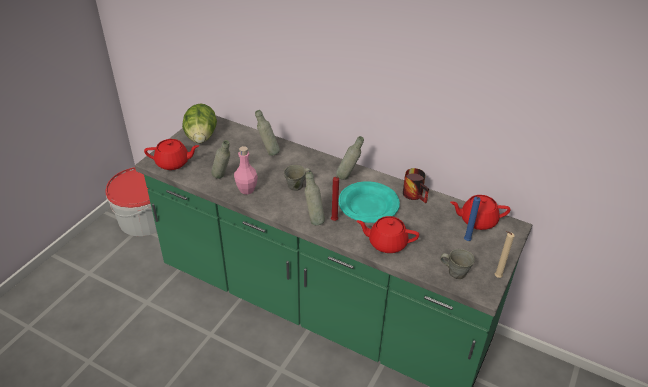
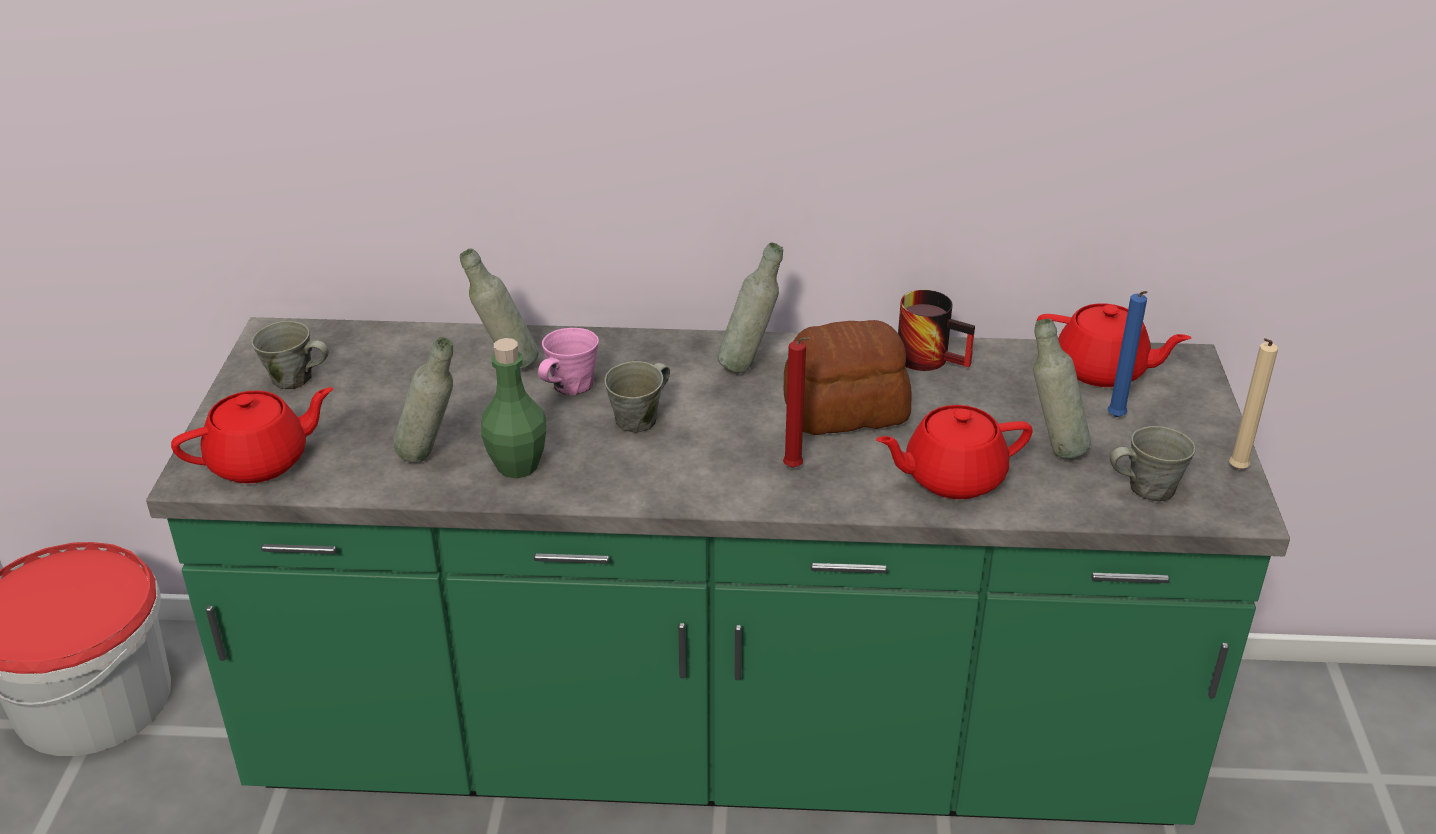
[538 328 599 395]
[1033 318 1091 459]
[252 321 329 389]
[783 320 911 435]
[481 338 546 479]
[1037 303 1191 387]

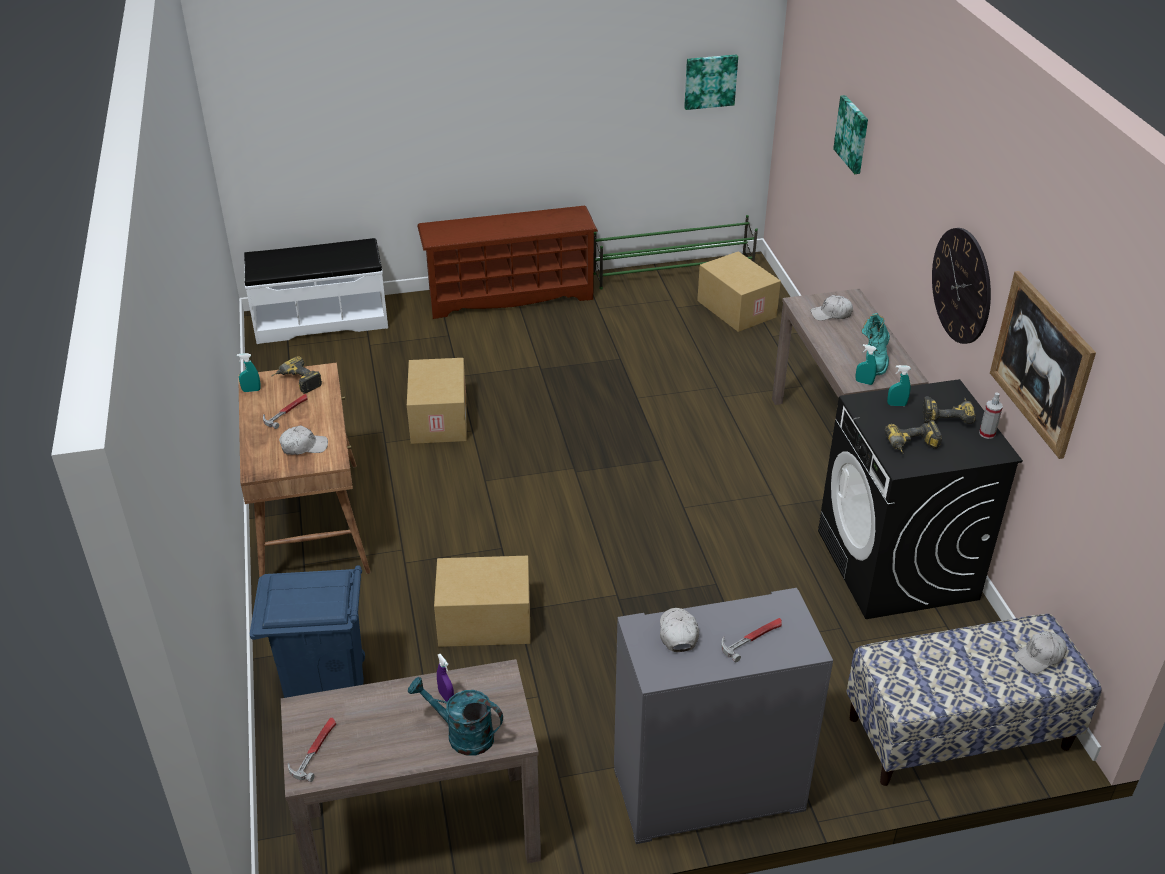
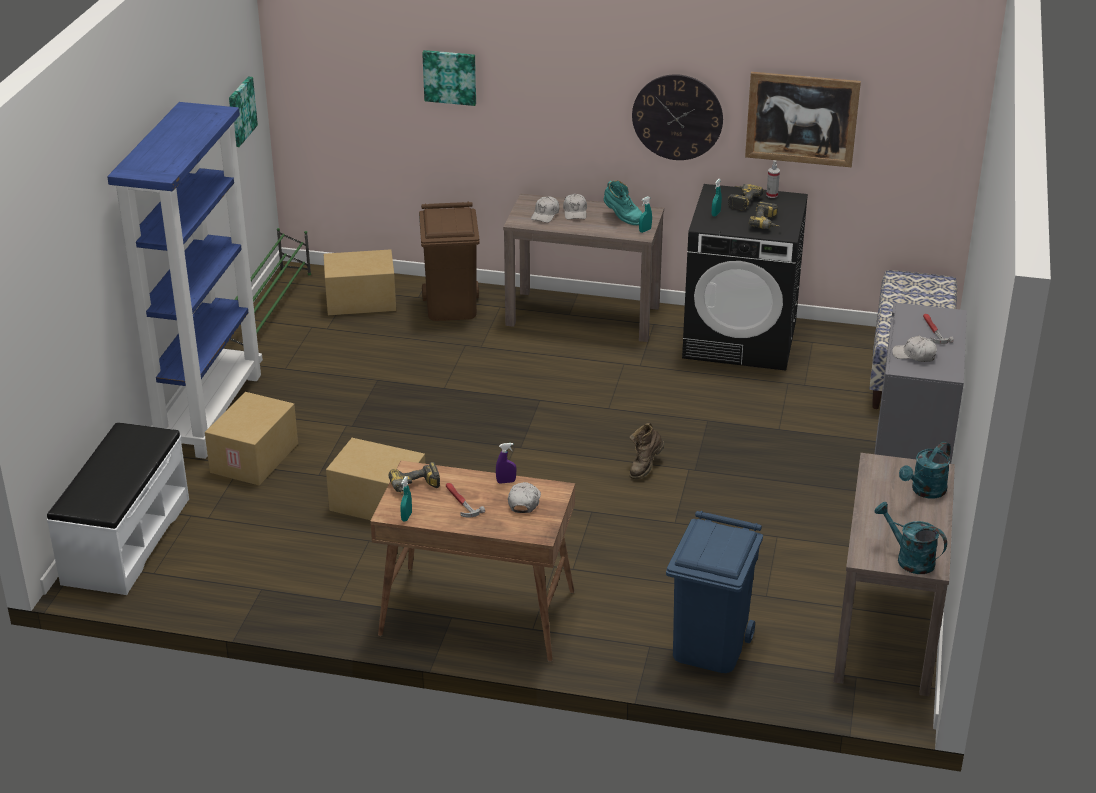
[419 202 480 321]
[630 423 665 479]
[205 392 298 486]
[496 443 516 484]
[563 194 587 220]
[874 502 947 574]
[107 102 263 459]

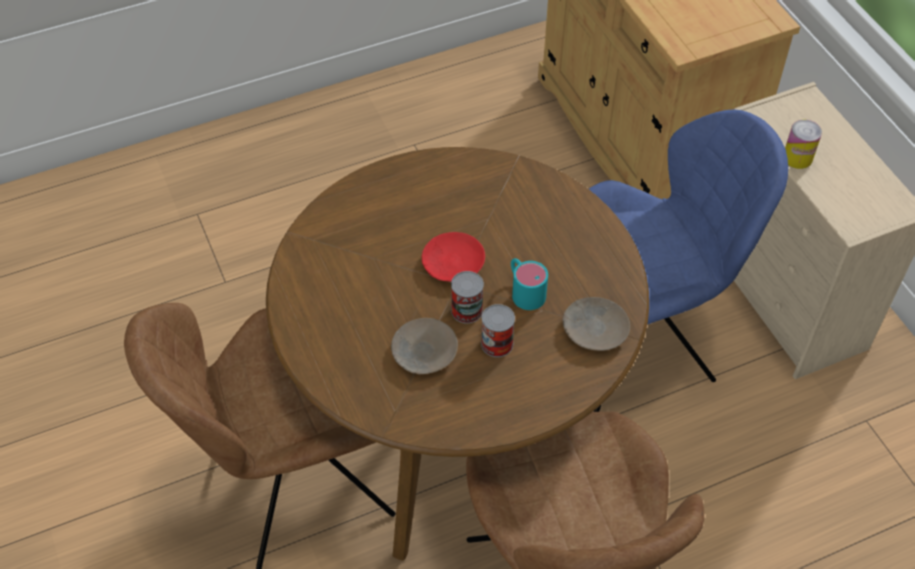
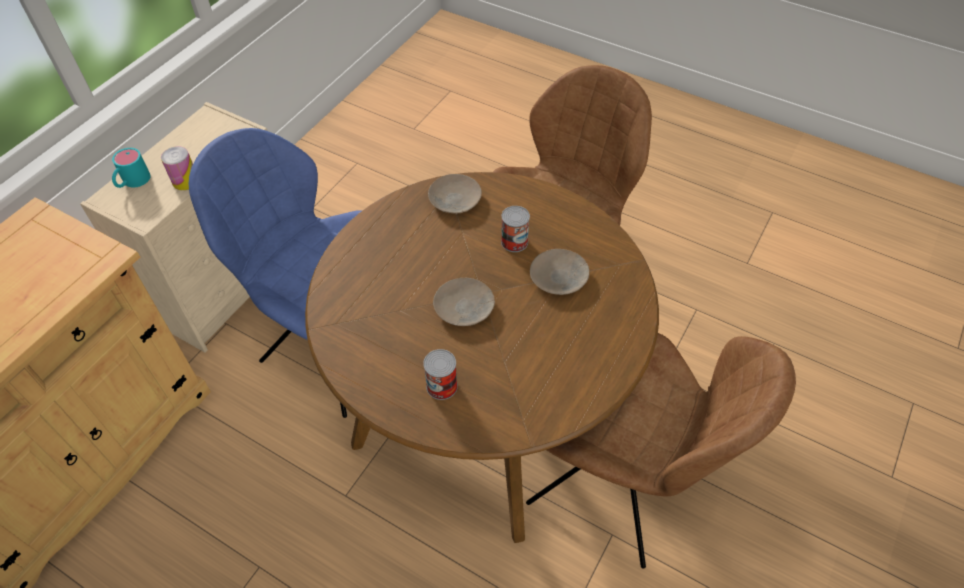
[423 349 458 400]
[112 148 151 188]
[433 278 495 326]

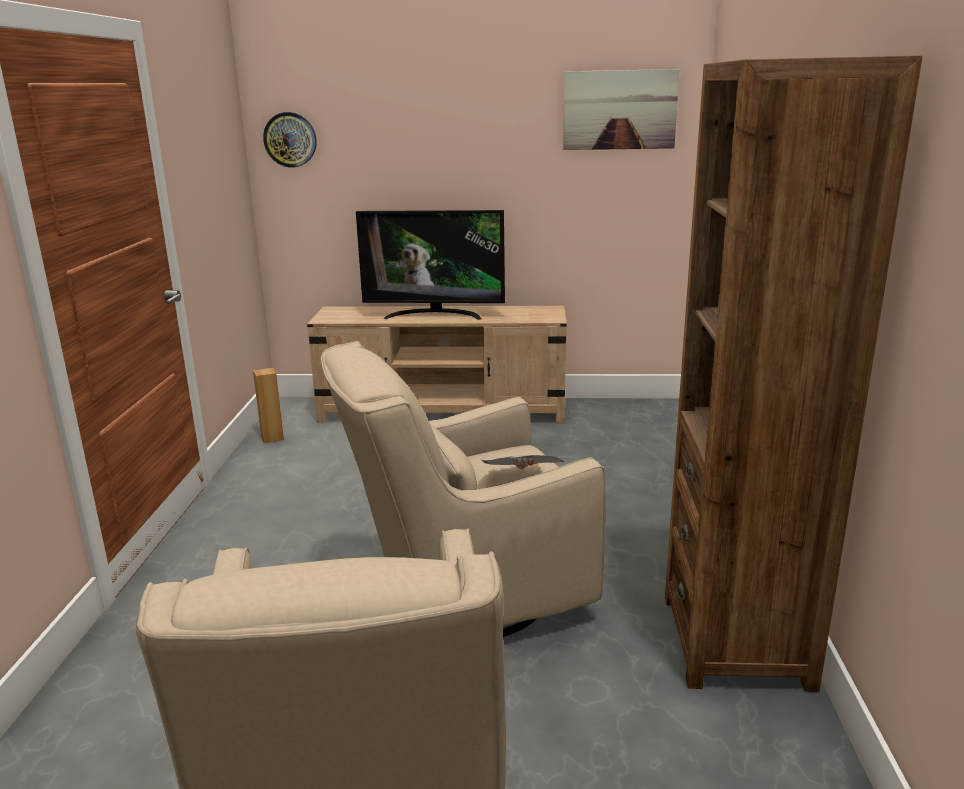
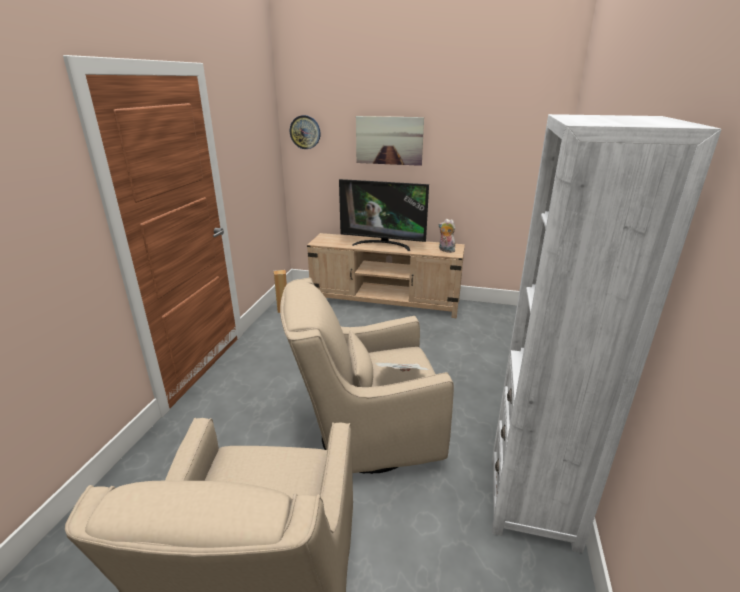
[439 219 455 253]
[356 116 424 166]
[492 114 721 553]

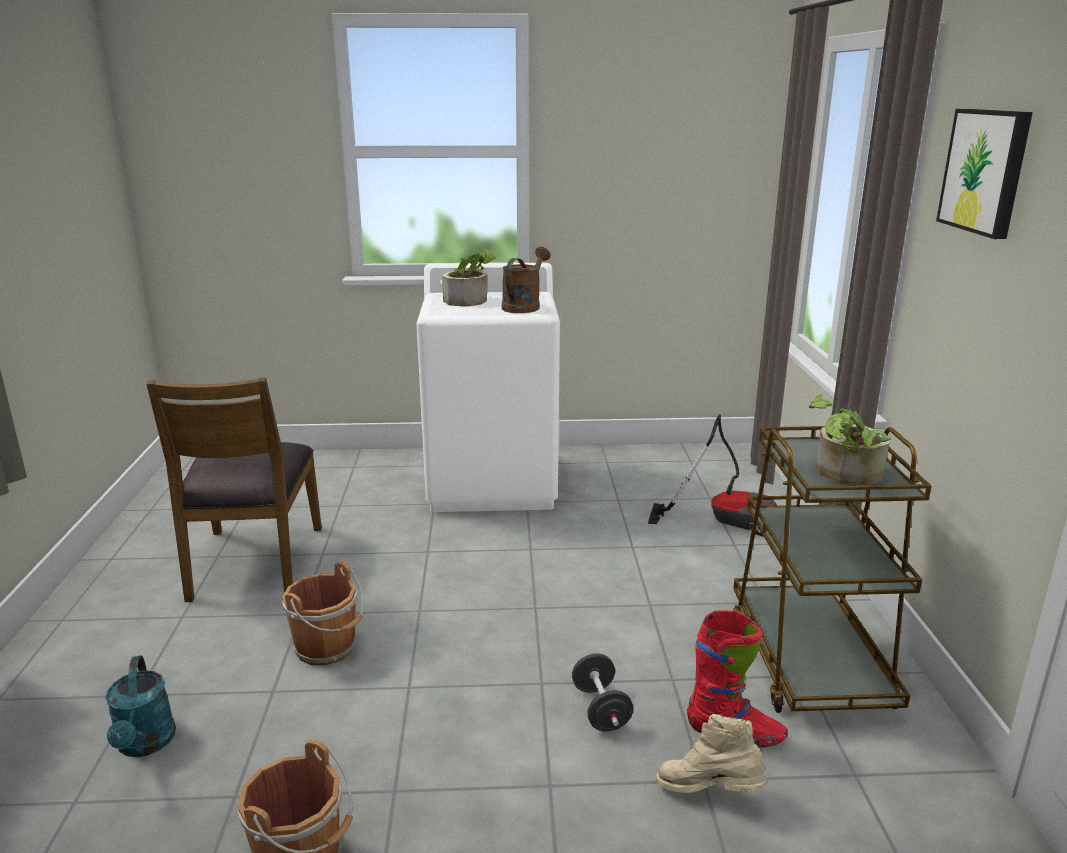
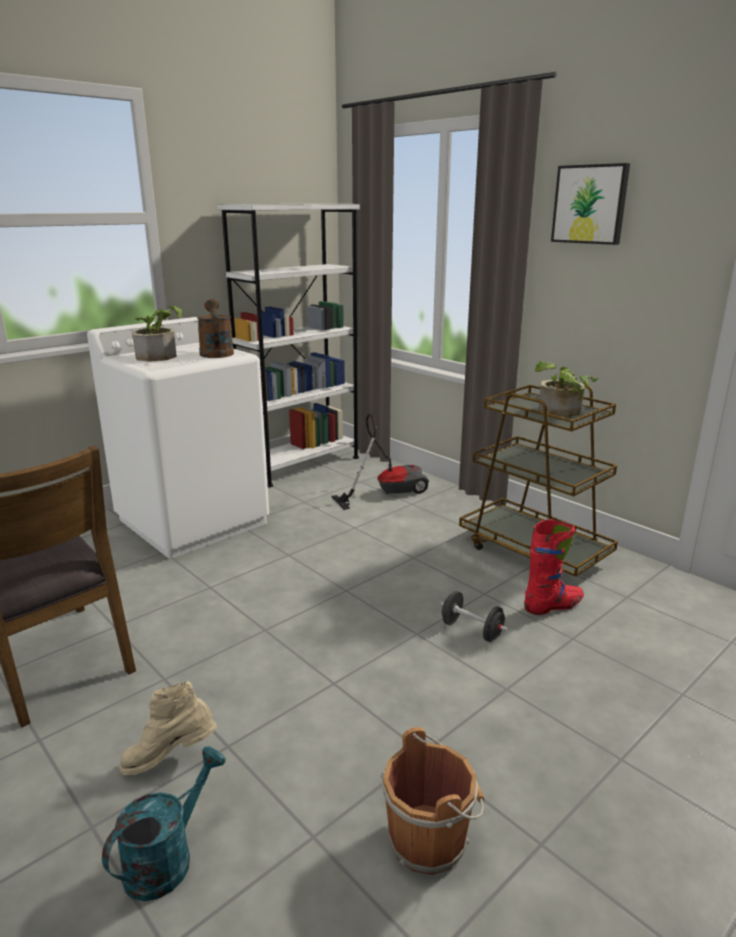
[282 562 364 665] (first image)
[217 204 360 487]
[119 681 217 775]
[102 746 226 901]

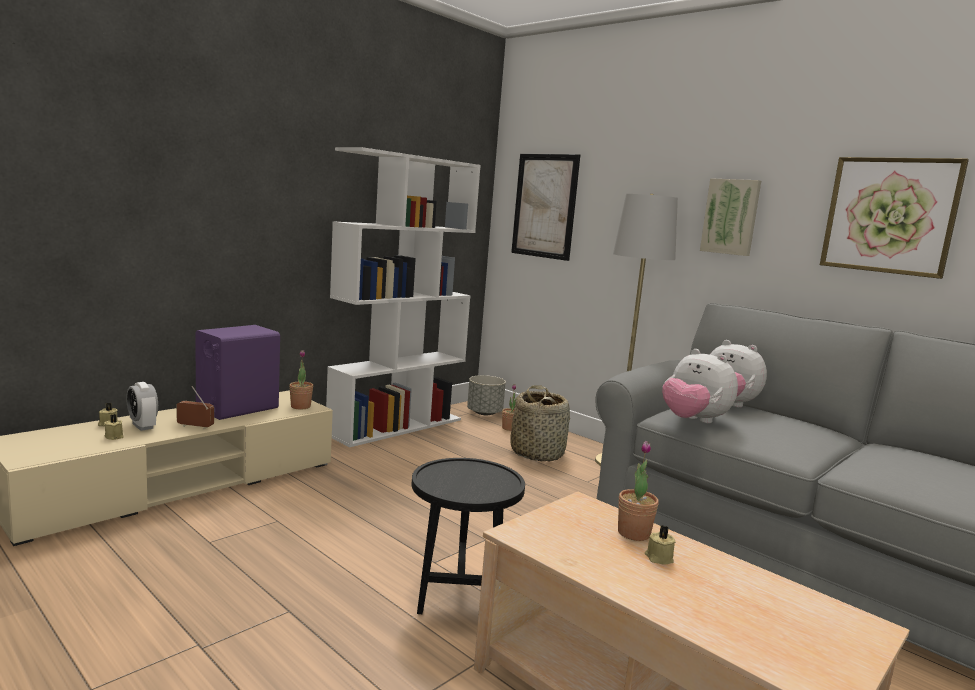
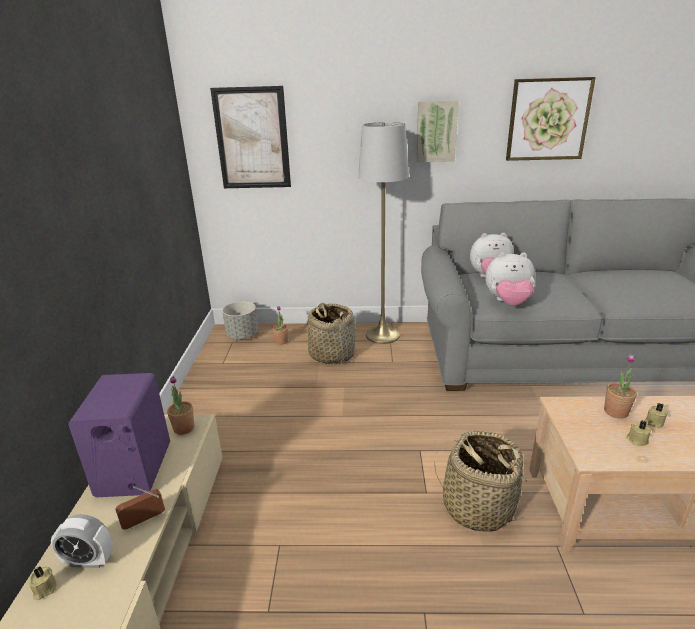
[326 147 481 447] (first image)
[626 420 652 446]
[434 431 526 532]

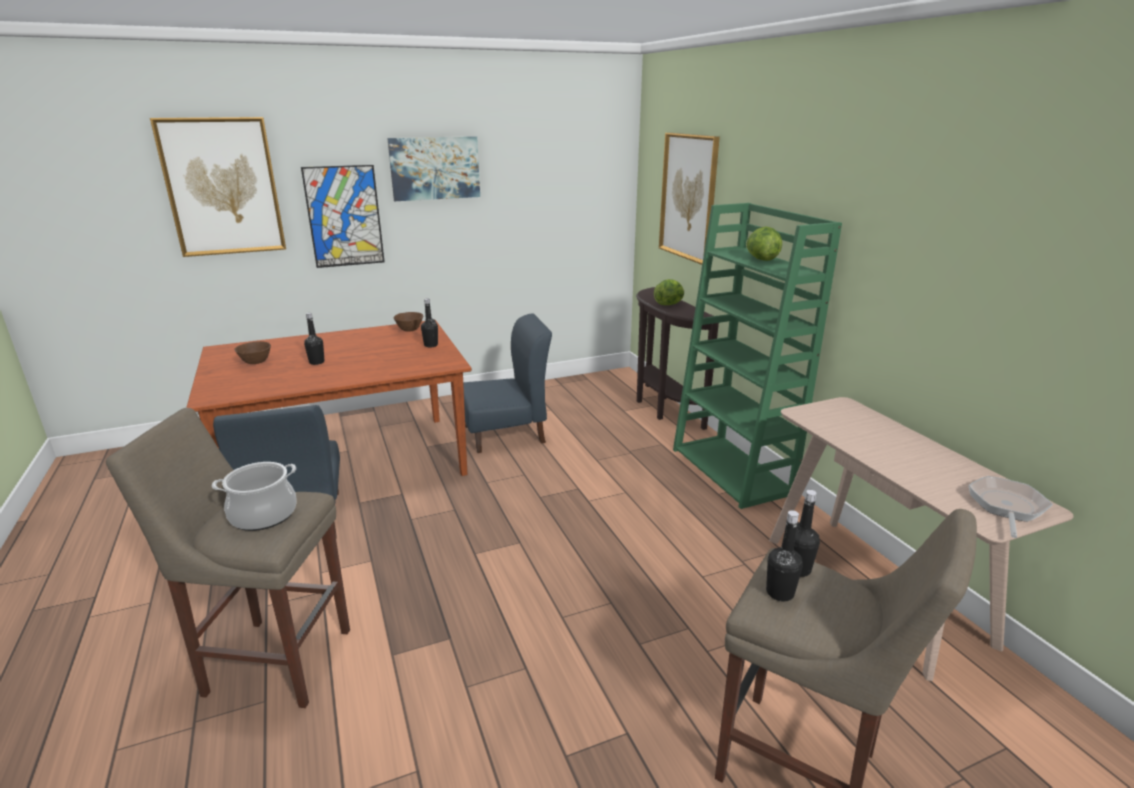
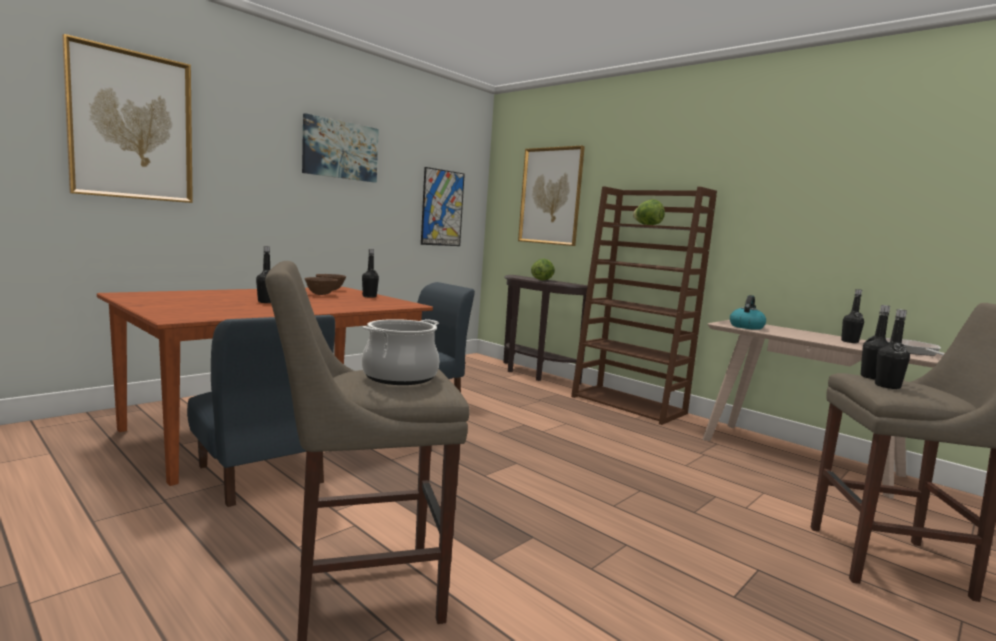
[730 295 766 330]
[841 289 864 343]
[305 277 338 295]
[421 167 465 246]
[571 186 717 425]

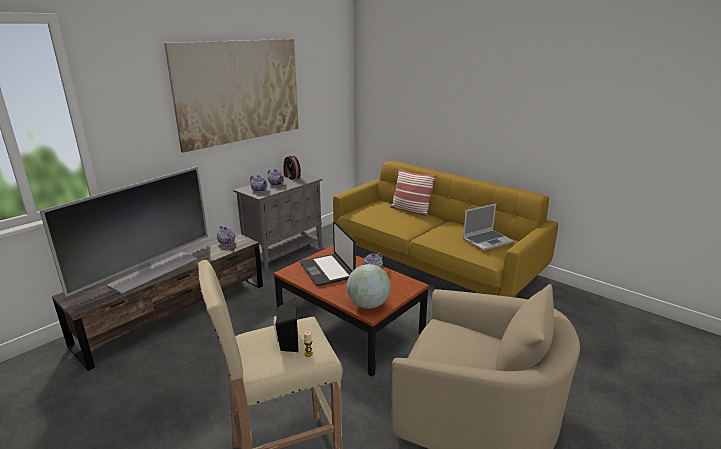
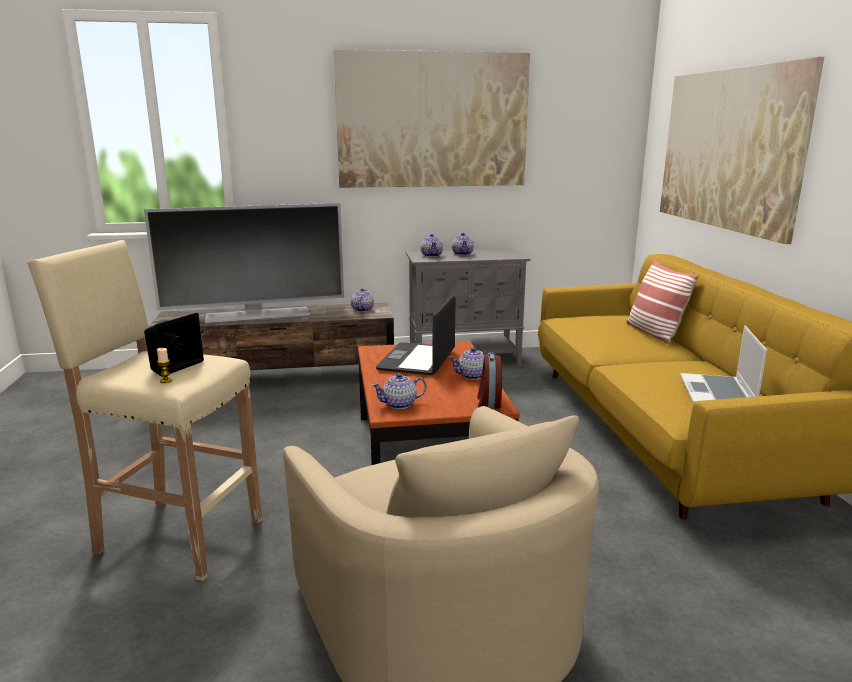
[660 57 824 244]
[477 354 502 409]
[371 373 427 409]
[680 326 767 405]

